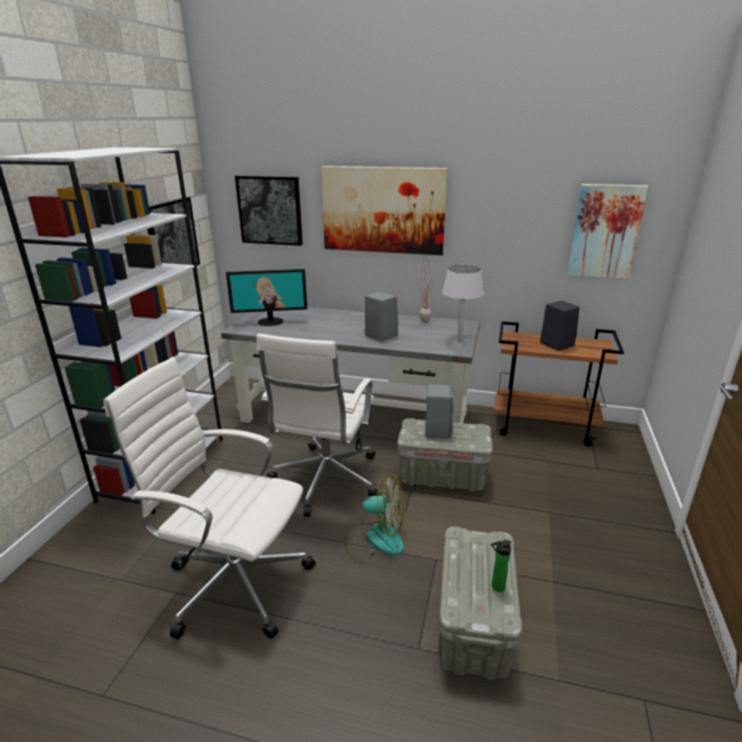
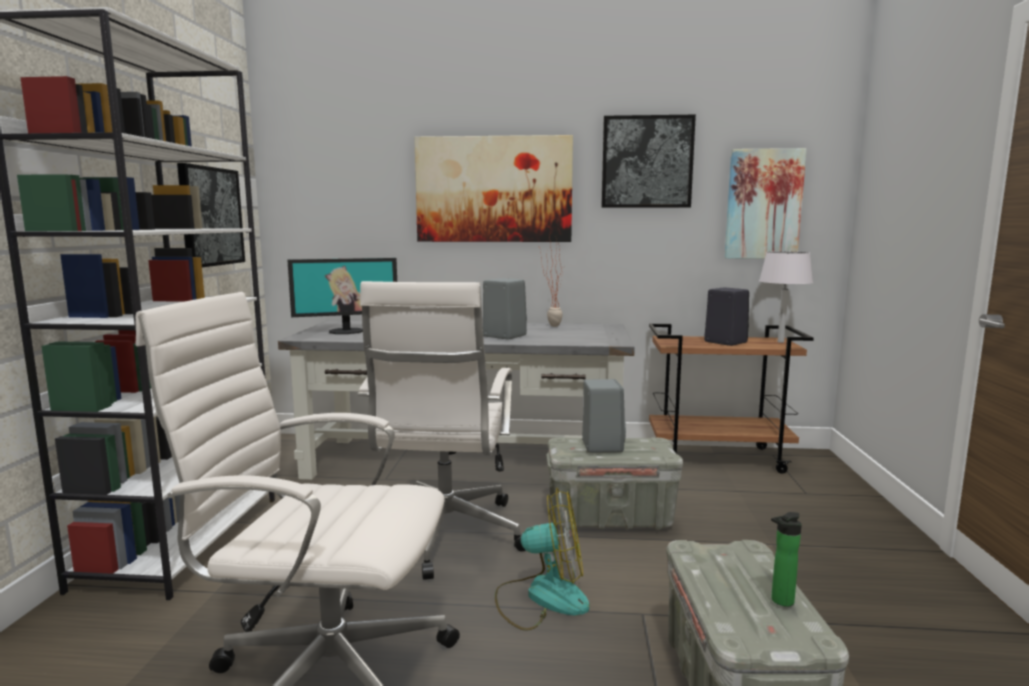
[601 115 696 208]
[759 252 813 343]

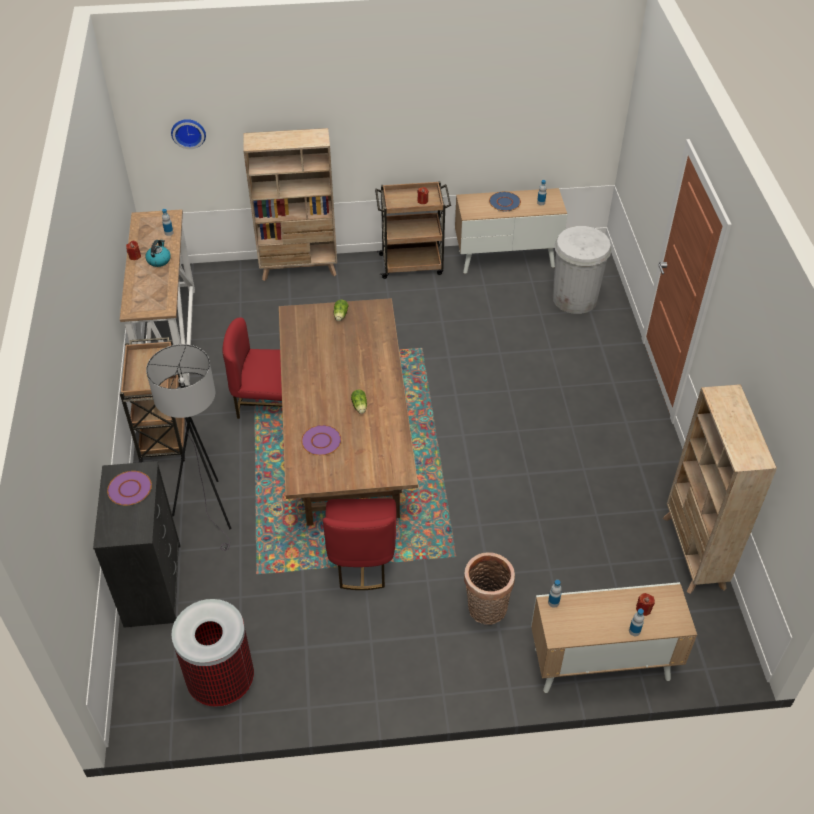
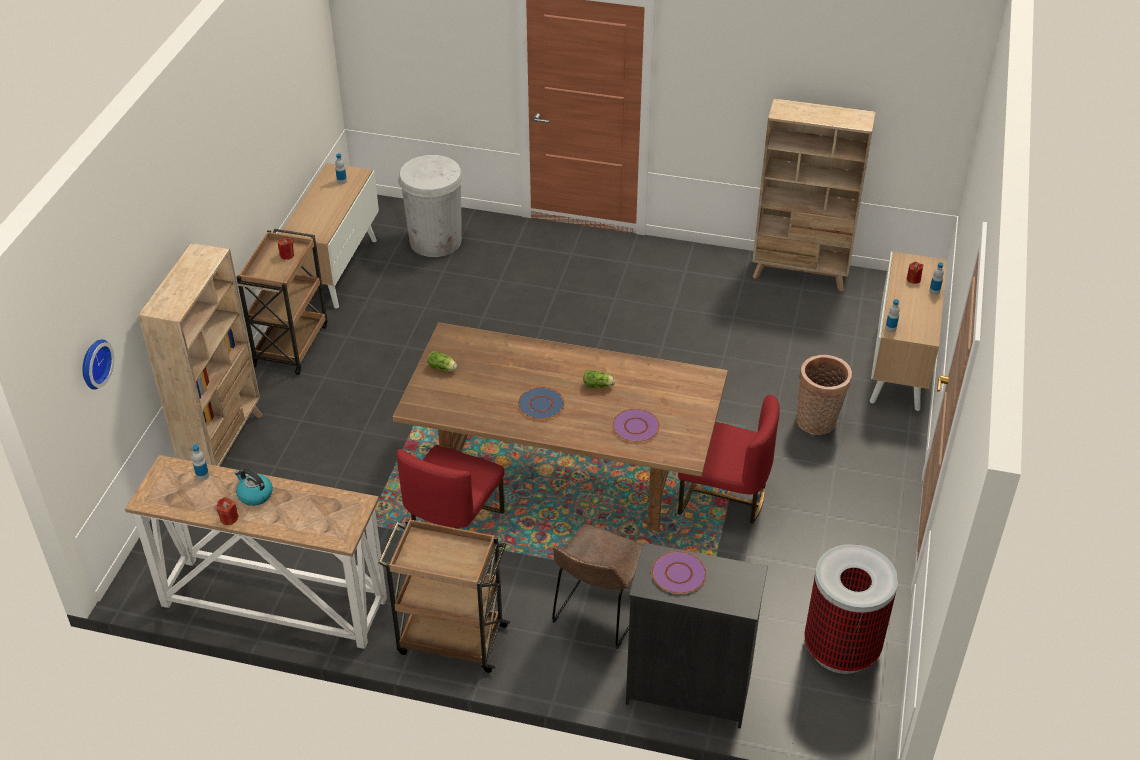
[518 387 565 420]
[552 524 643 649]

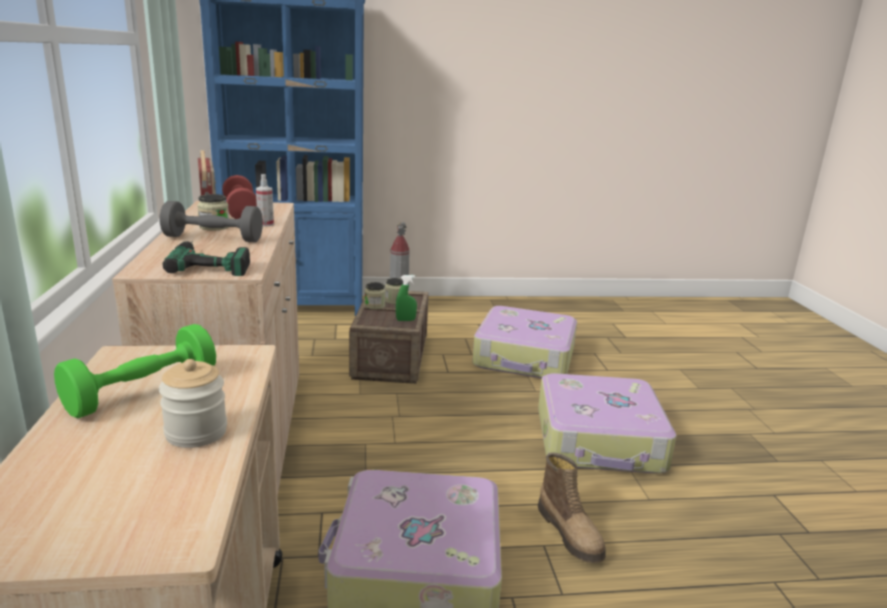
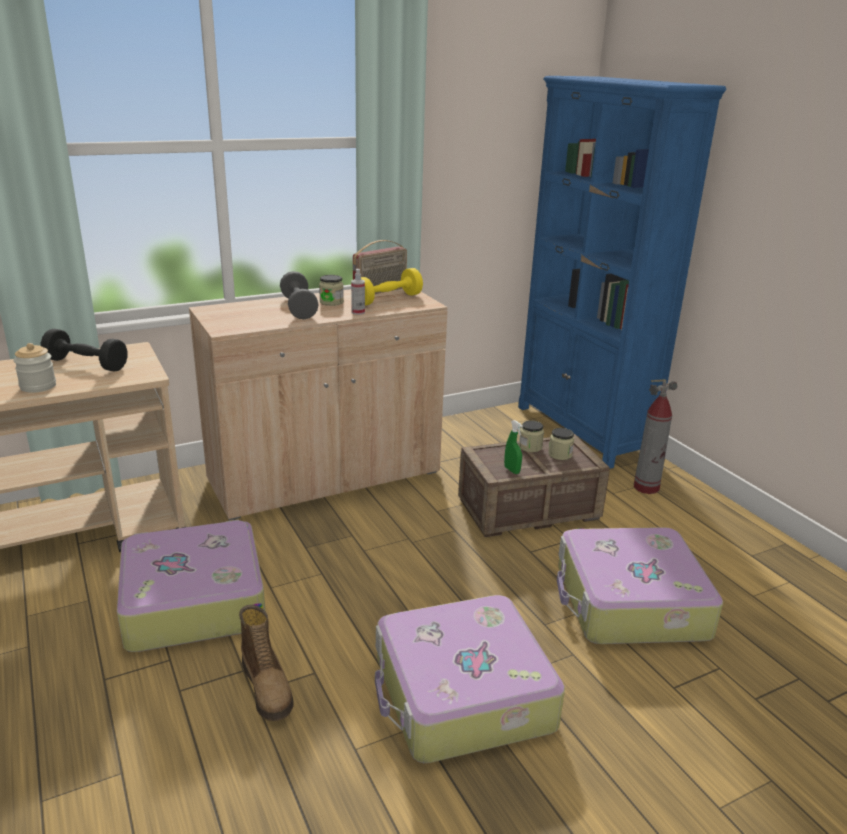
[162 241 250 276] (first image)
[41 329 128 372]
[361 268 423 306]
[239 605 294 721]

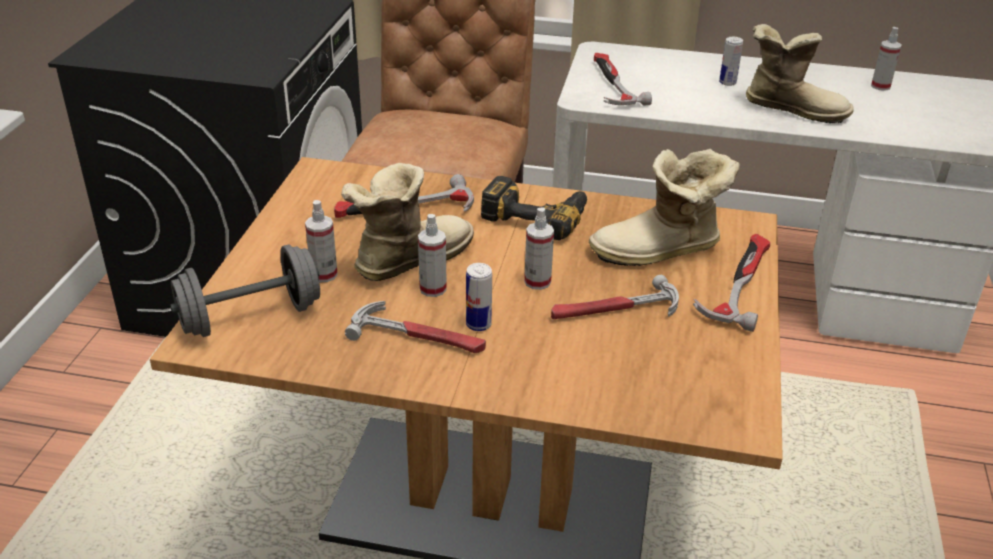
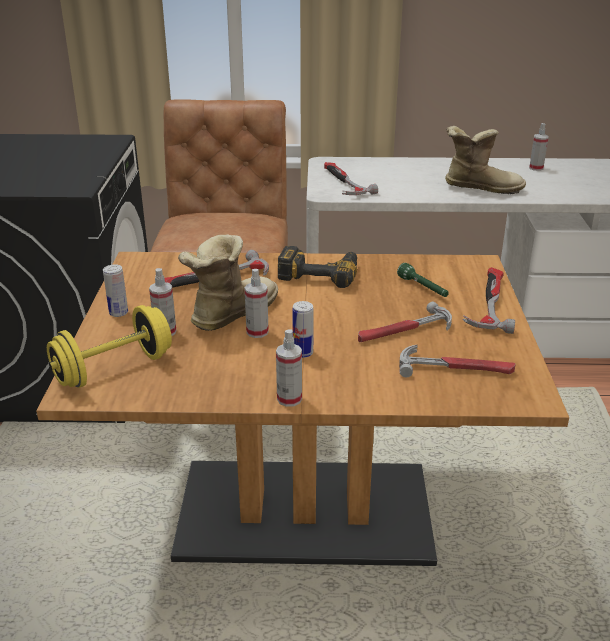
[399 345 516 377]
[276 329 302 407]
[103 264 128 317]
[397 263 449 297]
[47 305 172 388]

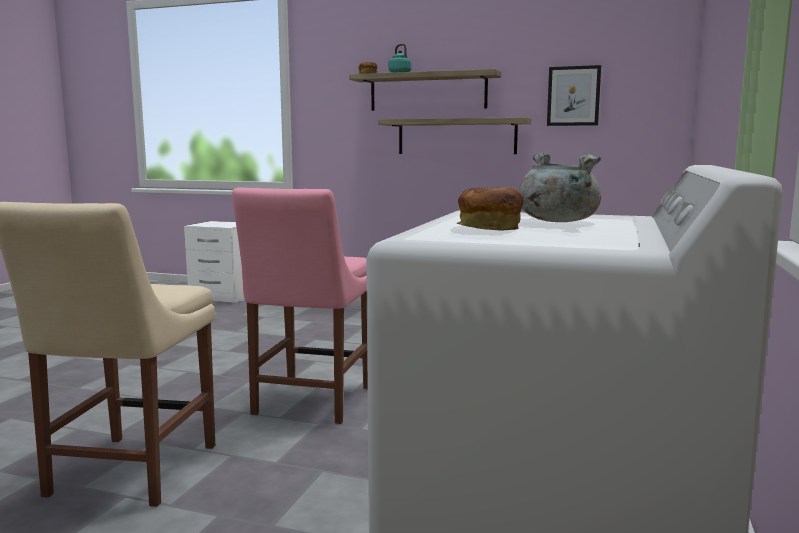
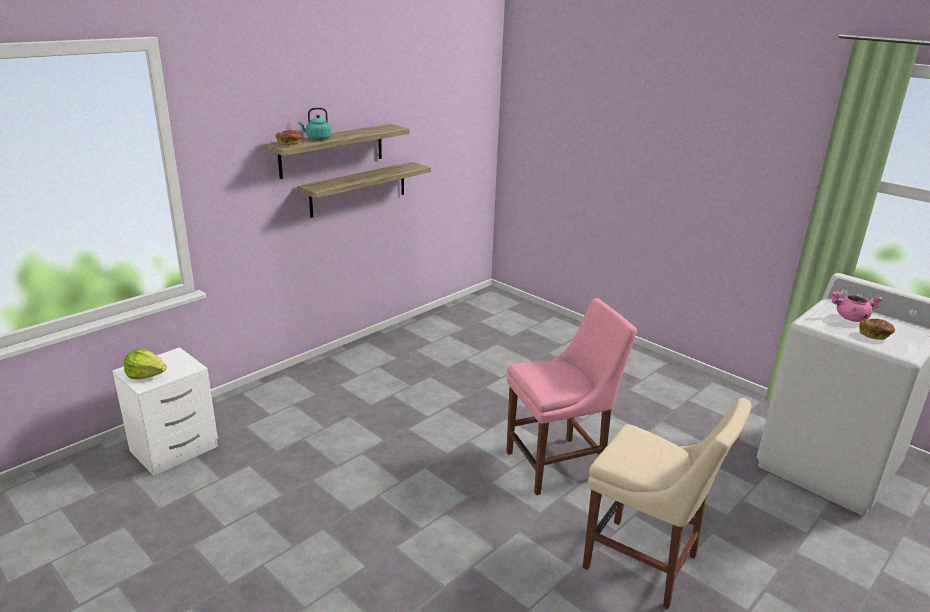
[547 65 601 126] (first image)
[124 349 167 379]
[832 291 883 322]
[506 298 637 495]

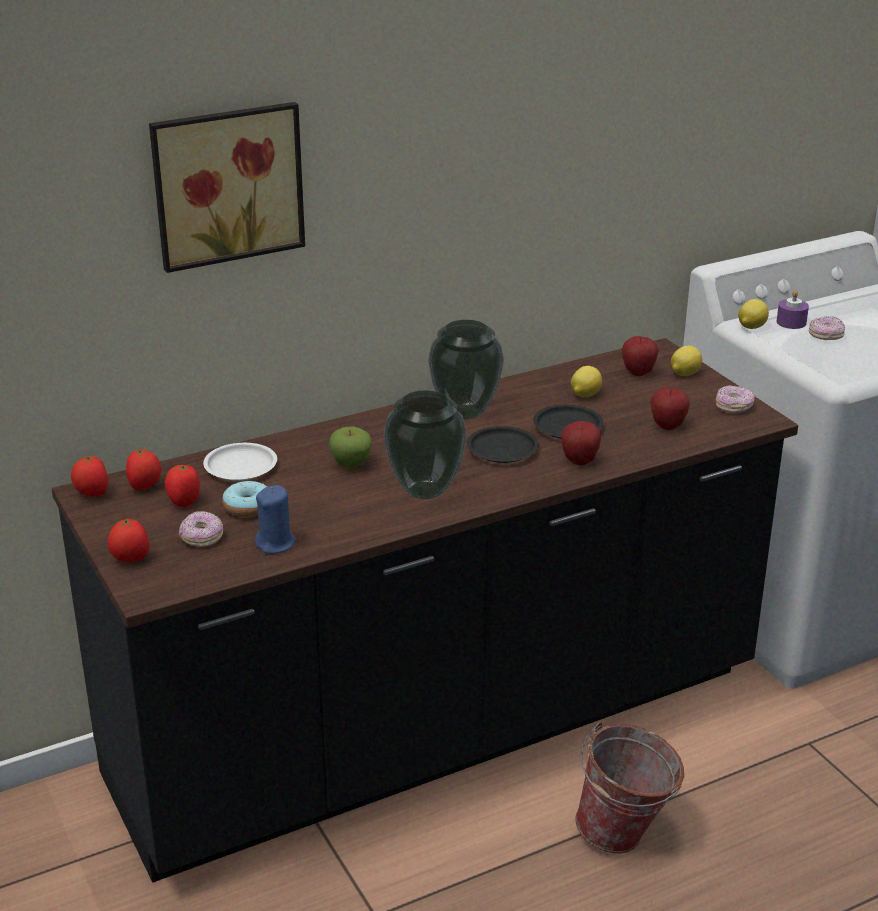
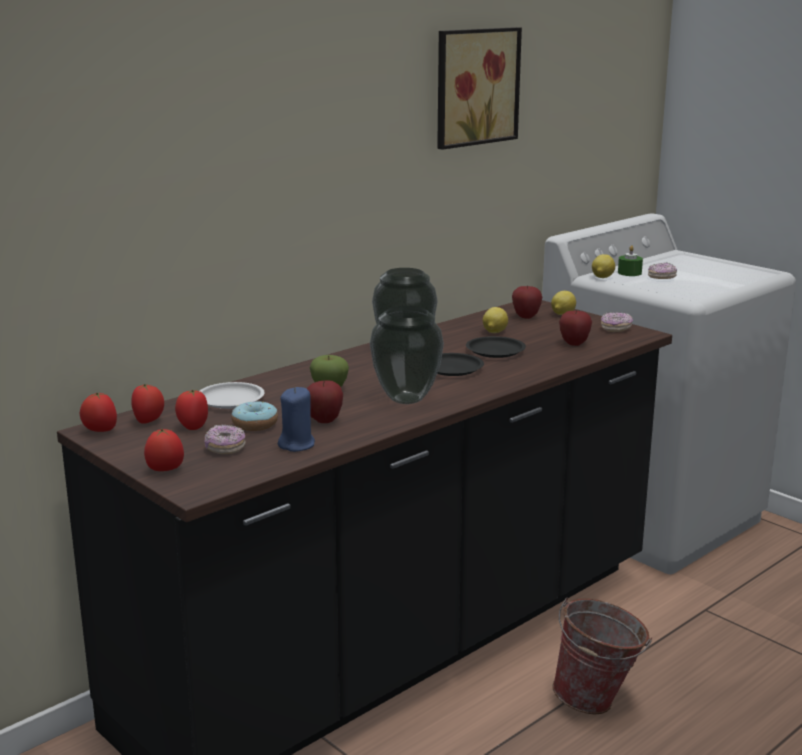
[437 27 522 150]
[307 381 343 423]
[618 245 643 276]

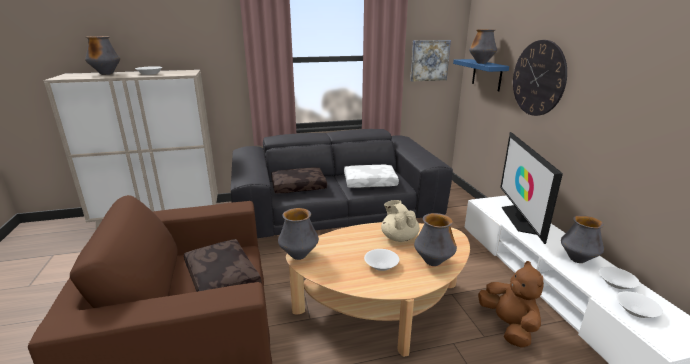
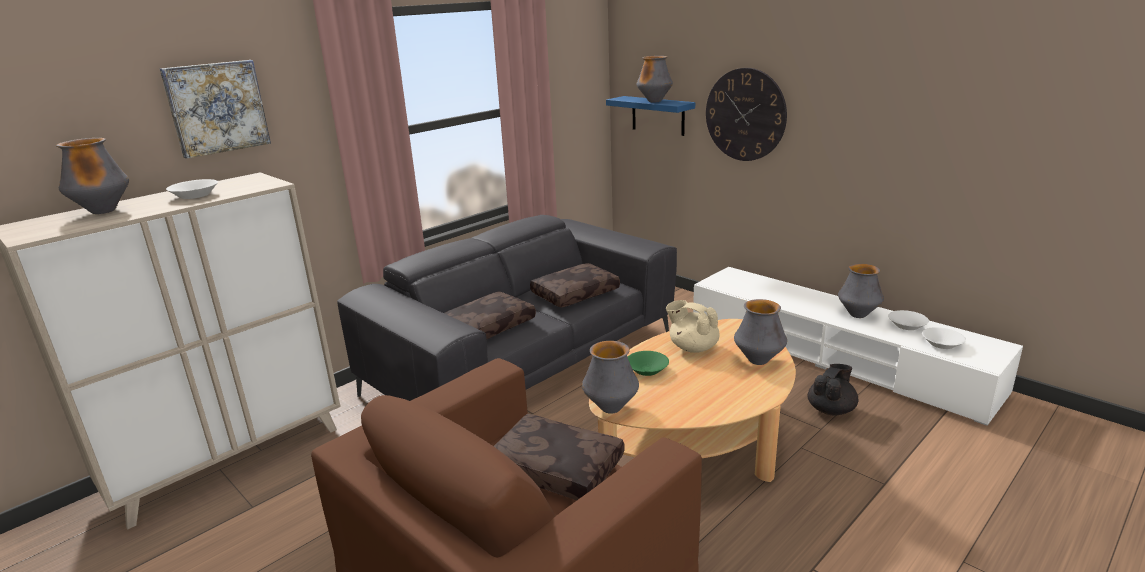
[364 249 399 271] (first image)
[500 132 563 244] (first image)
[628 351 669 376]
[160 60 271 159]
[808 364 858 415]
[530 263 620 308]

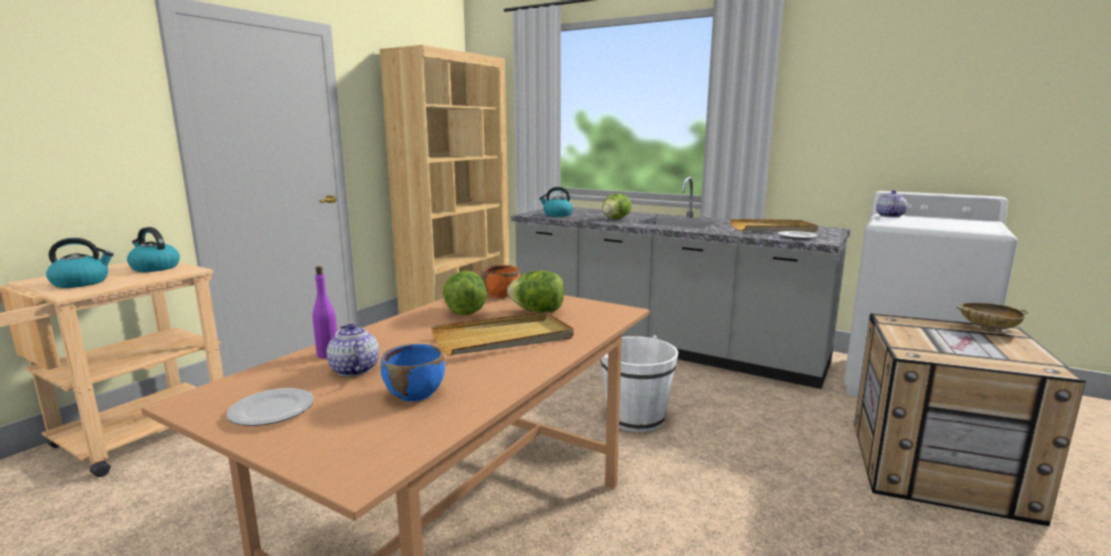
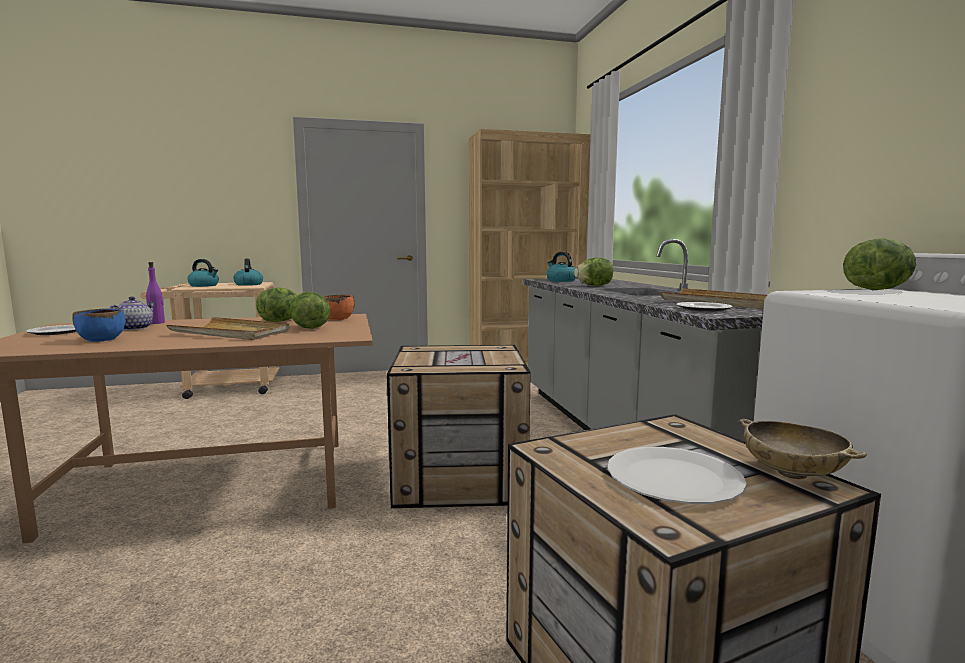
[608 447 747 504]
[387 345 531 508]
[843 238 916 290]

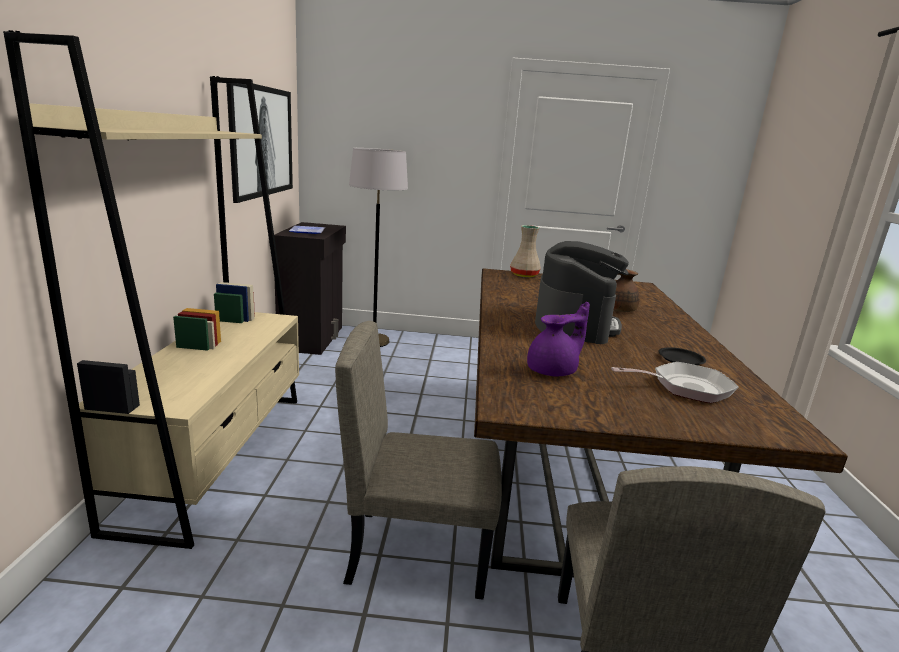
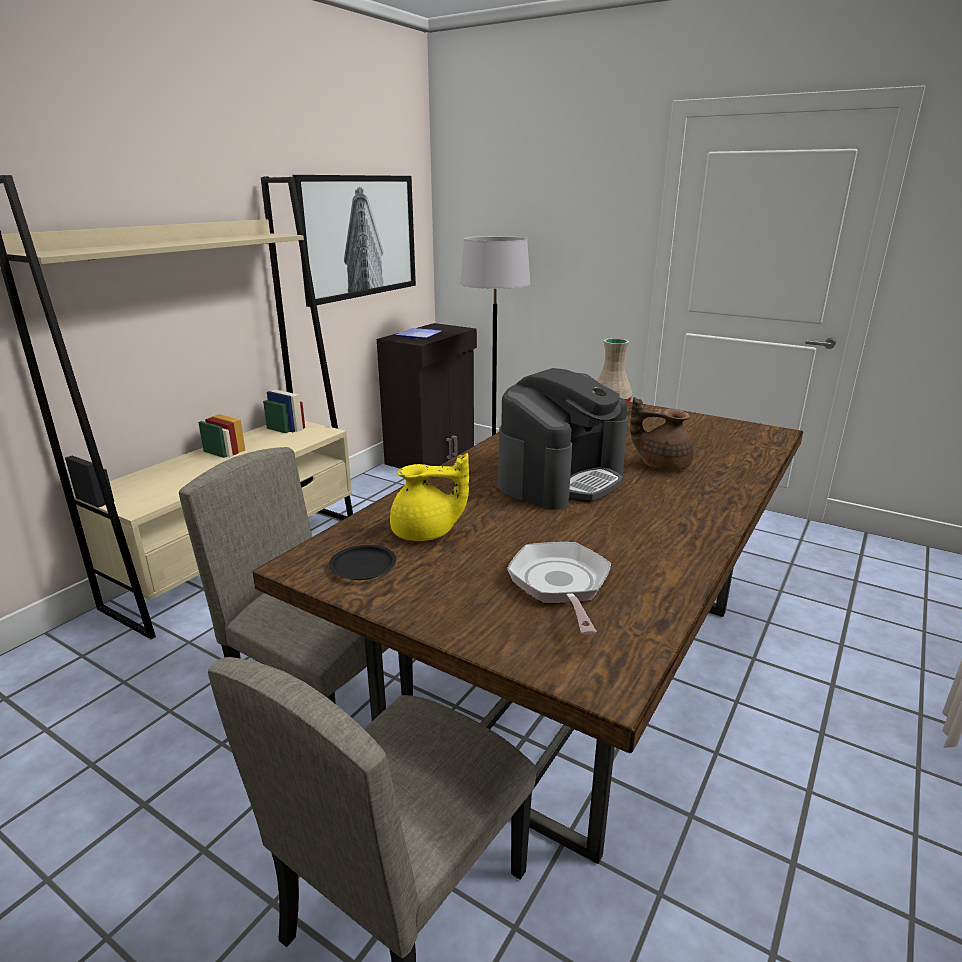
[329 545 396 580]
[390 453 469 541]
[507 542 611 634]

